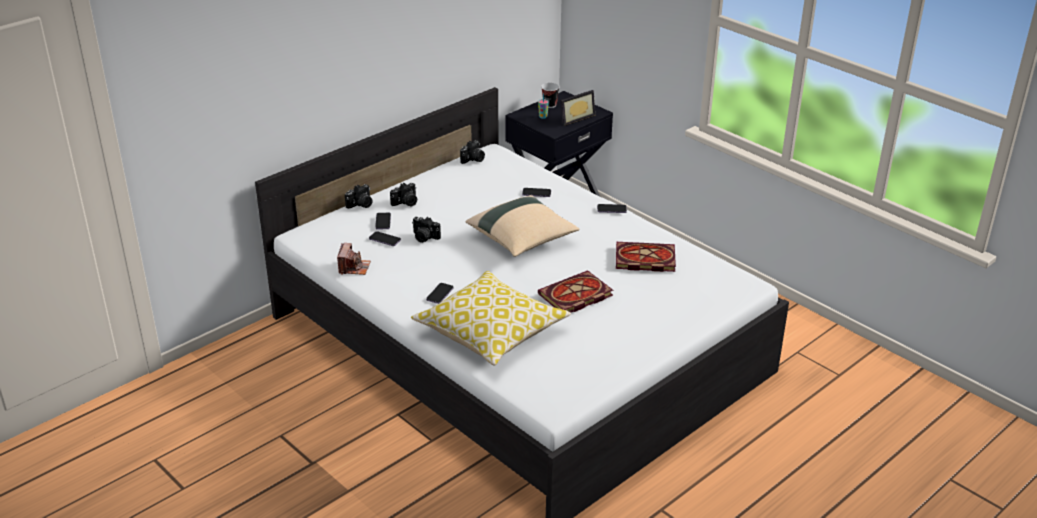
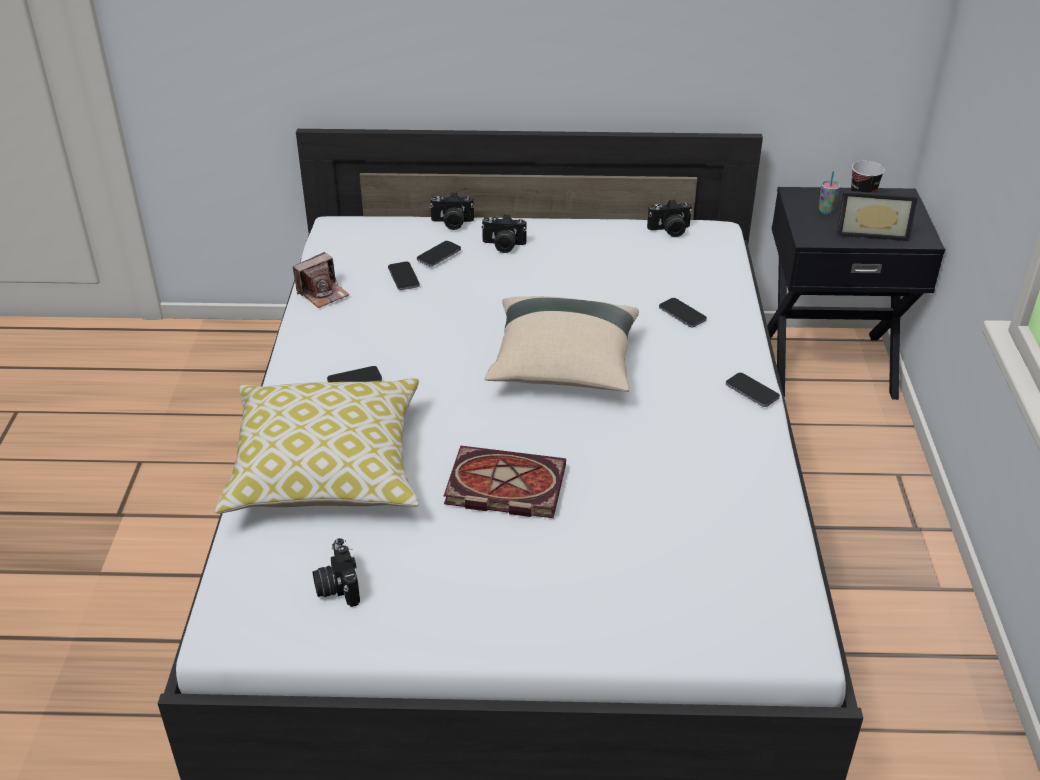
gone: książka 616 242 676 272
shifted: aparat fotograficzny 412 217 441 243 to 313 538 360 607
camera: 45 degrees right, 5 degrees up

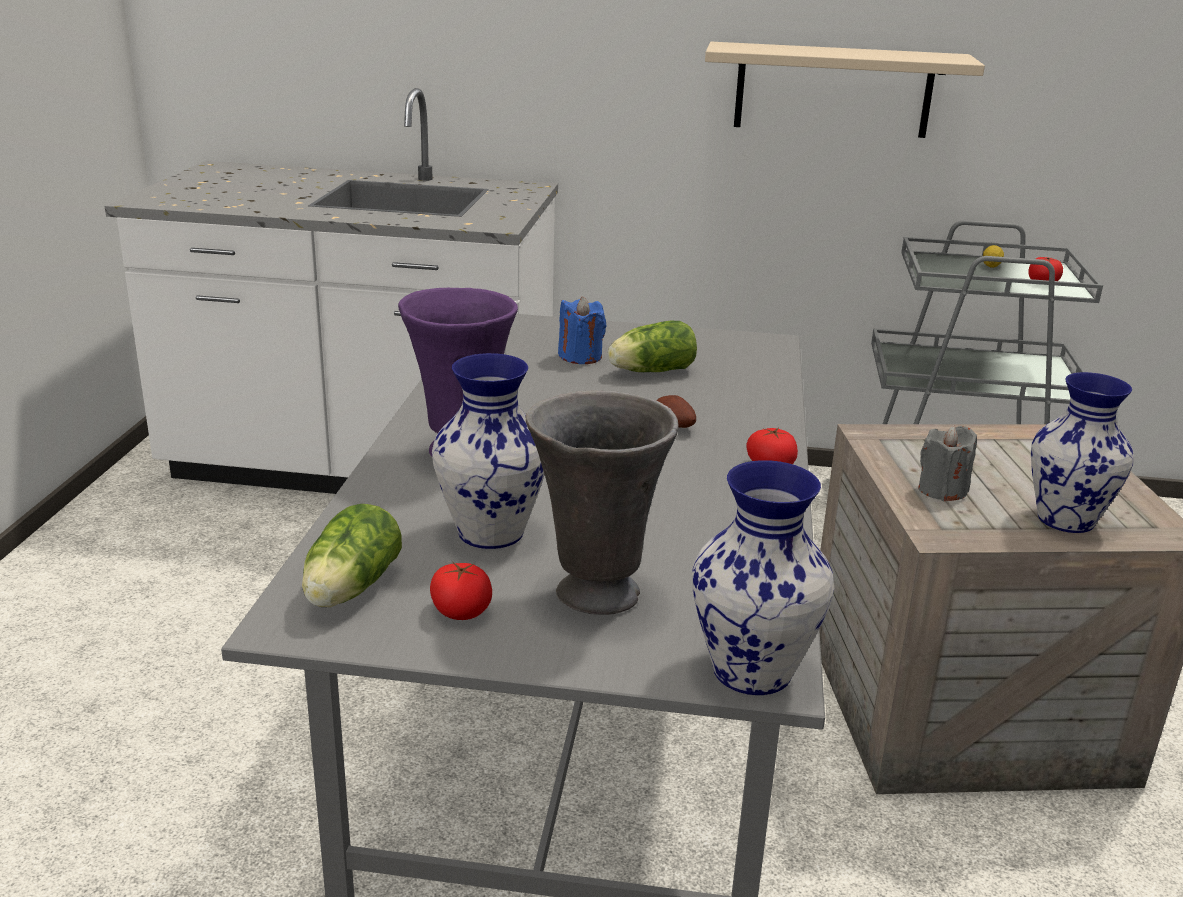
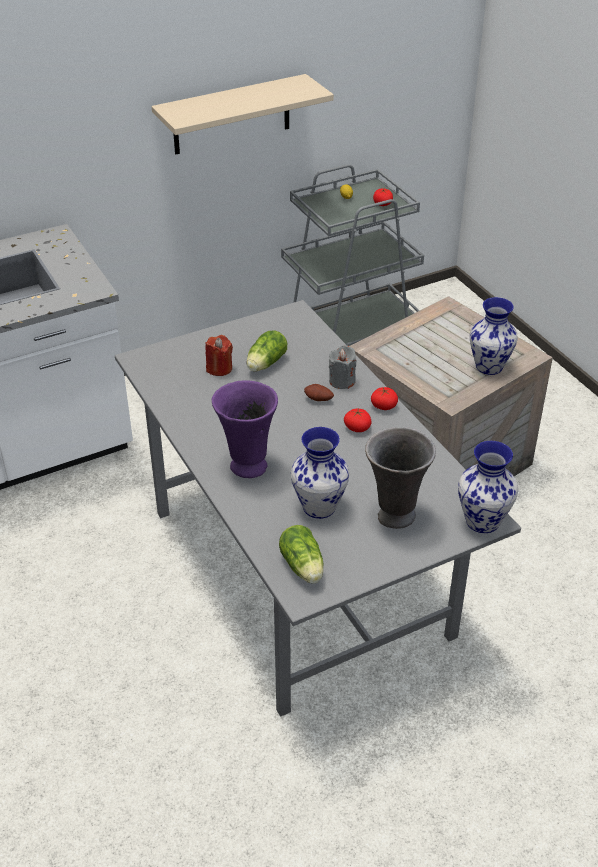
shifted: pomidor 430 562 492 620 to 344 408 371 432; świeca/szary 919 425 977 501 to 329 345 356 389
repainted: świeca/niebieski 558 297 606 364 to świeca/czerwony 206 335 233 376
camera: 35 degrees left, 15 degrees up

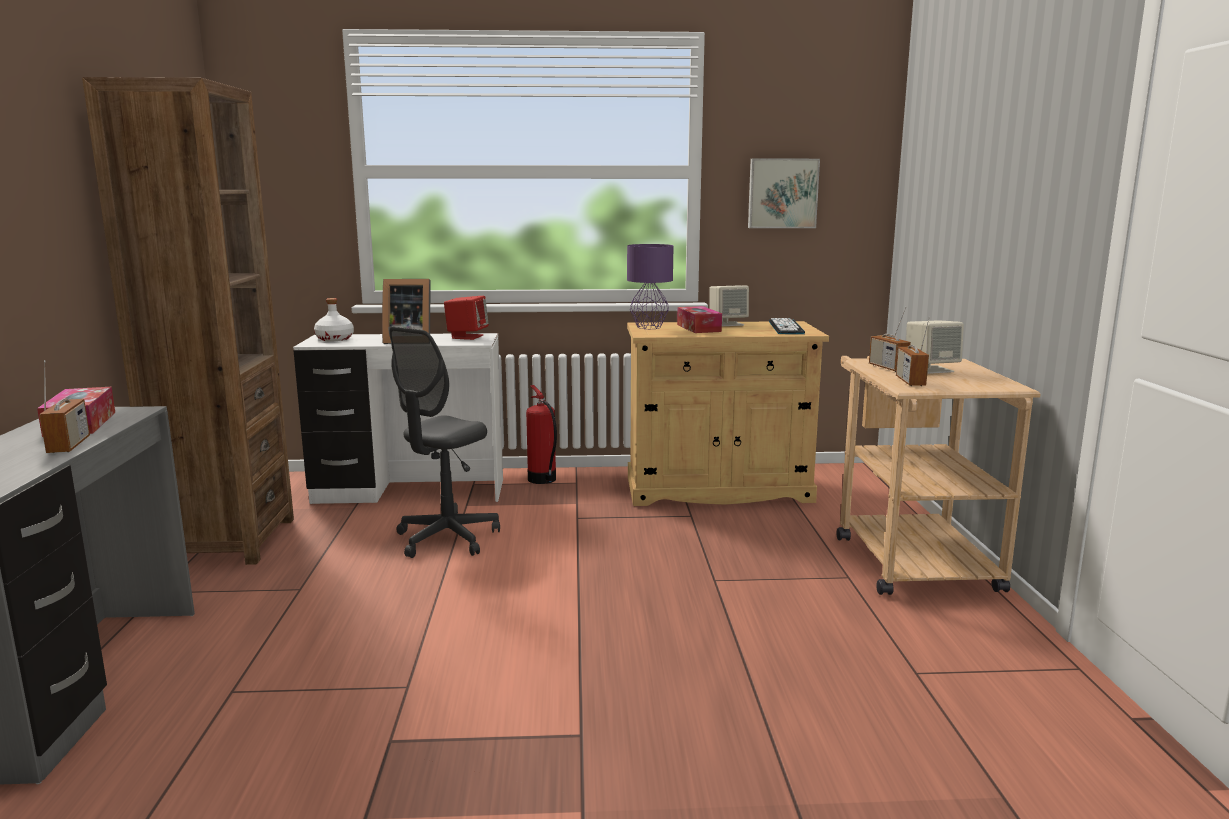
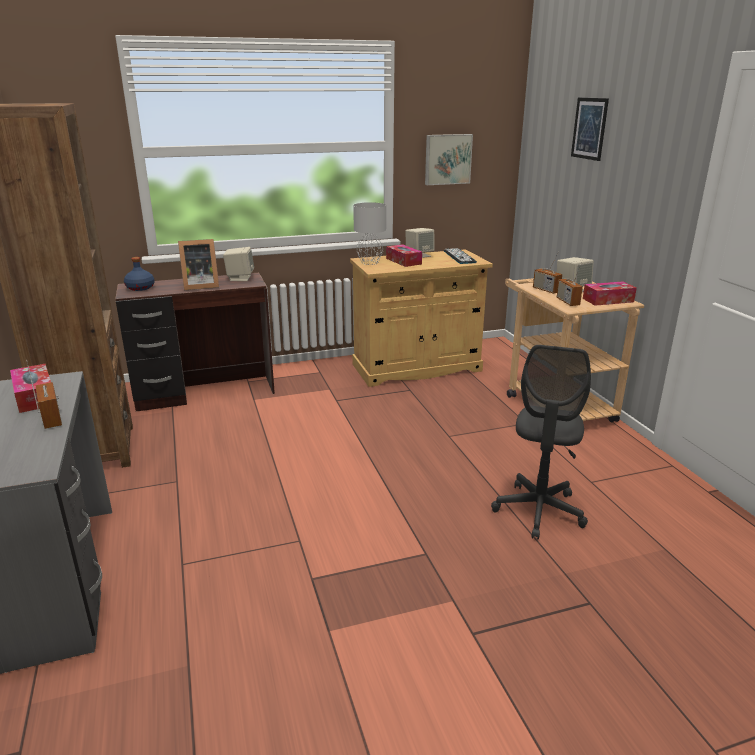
gone: gaśnica 526 385 557 484
new: obraz 571 98 609 161; pudełko chusteczek 583 281 637 306
shifted: krzesło biurowe/szary 388 326 500 558 to 491 345 591 539
repainted: biurko/biały 293 333 503 504 to biurko/brązowy 115 273 275 412; butelka/biały 314 298 354 341 to butelka/niebieski 124 257 155 291; głośnik/czerwony 444 296 489 340 to głośnik/beżowy 223 247 254 281; lampa stołowa/fioletowy 627 244 673 329 to lampa stołowa/szary 353 202 386 265
camera: 15 degrees left, 10 degrees up

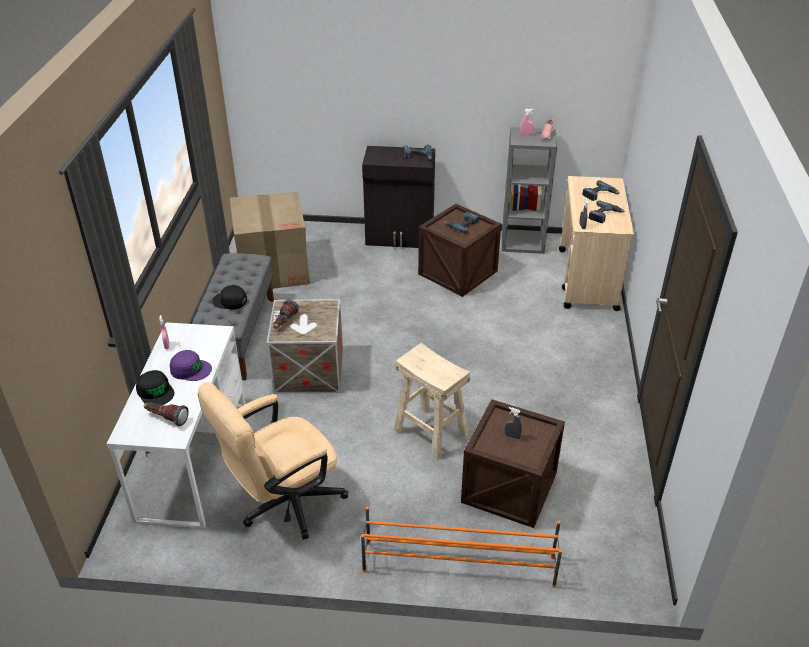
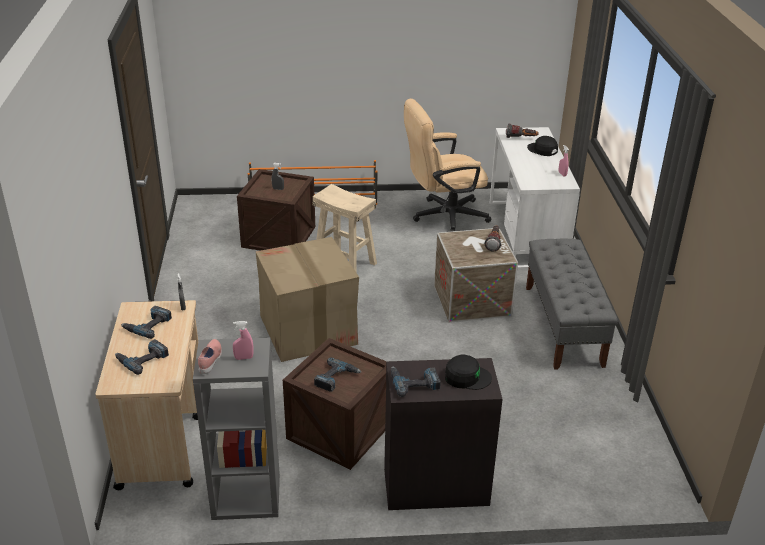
gone: czapka z daszkiem/fioletowy 170 350 212 381
shifted: czapka z daszkiem/czarny 212 285 247 310 to 445 355 492 390; karton 230 192 310 289 to 256 237 359 362
rotated: krzesło biurowe/beżowy 198 382 348 540 = 404 99 491 232 150 degrees counterclockwise
camera: 170 degrees right, 5 degrees down

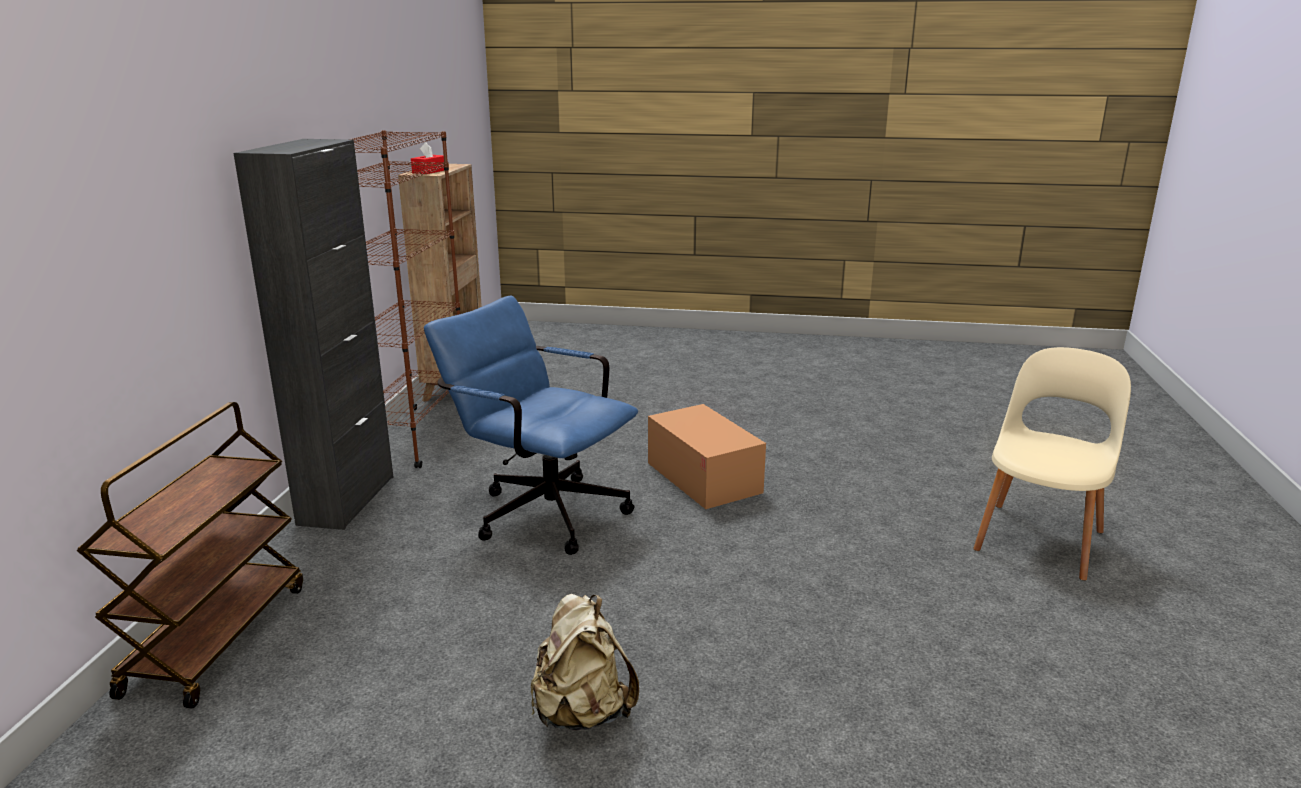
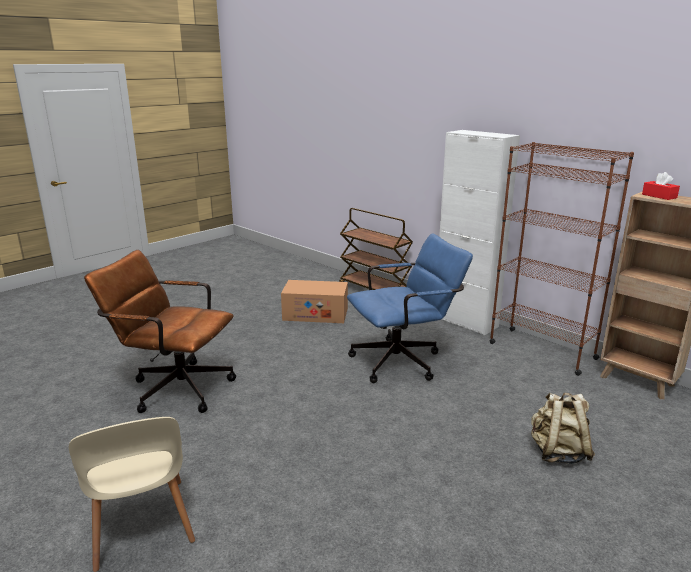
new: krzesło biurowe/brązowy 84 250 237 413
shifted: plecak/beżowy 531 594 639 731 to 531 392 595 464; karton 648 404 766 509 to 281 280 348 323
repainted: szafka/czarny 233 139 393 530 to szafka/biały 439 130 520 336
camera: 125 degrees right, 0 degrees up

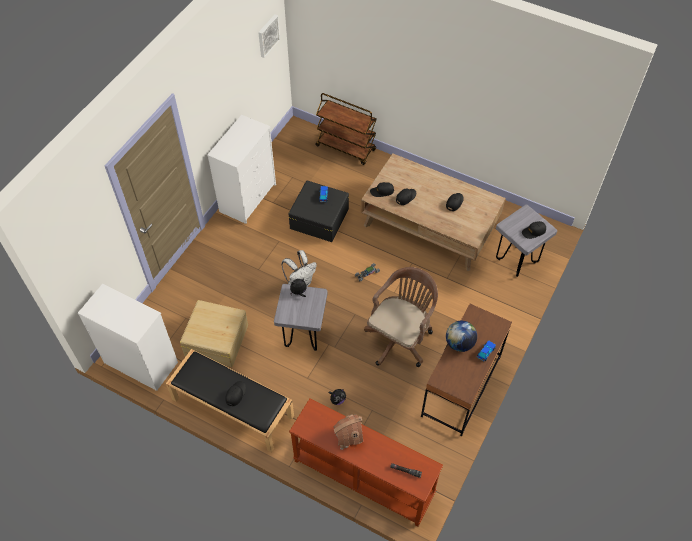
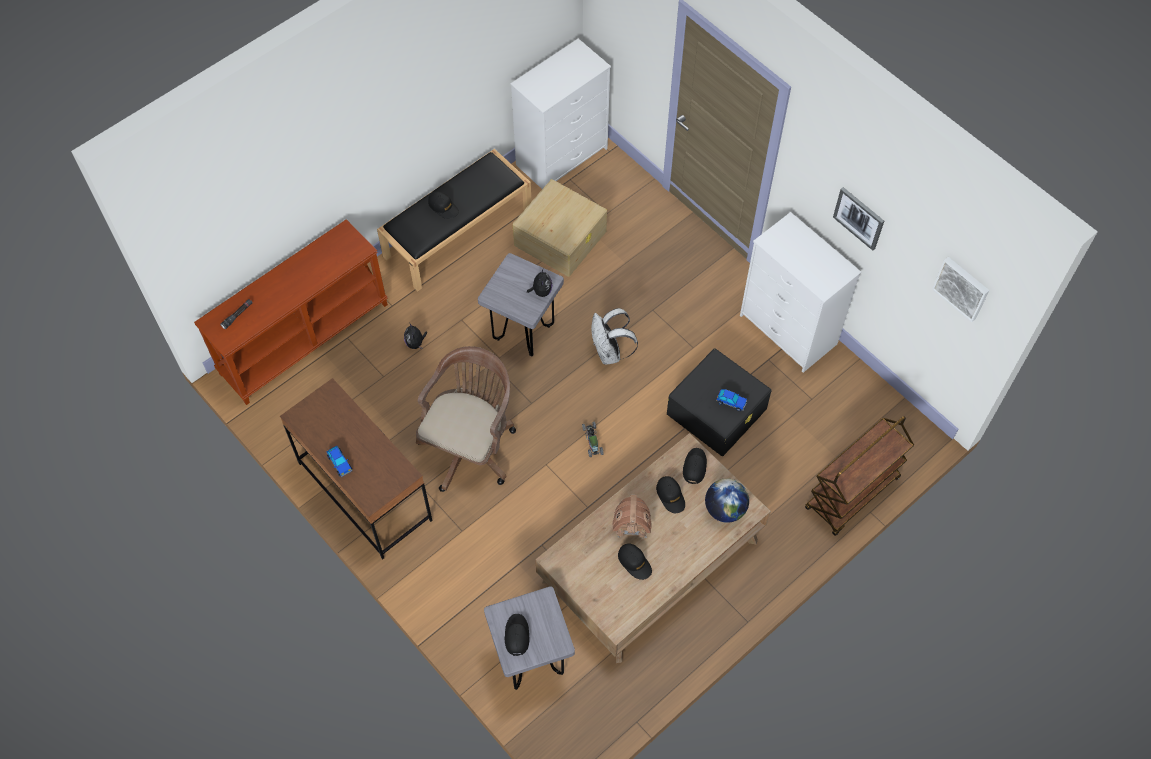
new: obraz 833 187 884 250
shifted: domek 333 414 363 450 to 612 495 652 539; globus 446 321 477 352 to 705 478 749 523
rotated: krzesło biurowe/brązowy 364 267 438 367 = 416 346 516 492 120 degrees counterclockwise
camera: 110 degrees right, 5 degrees up

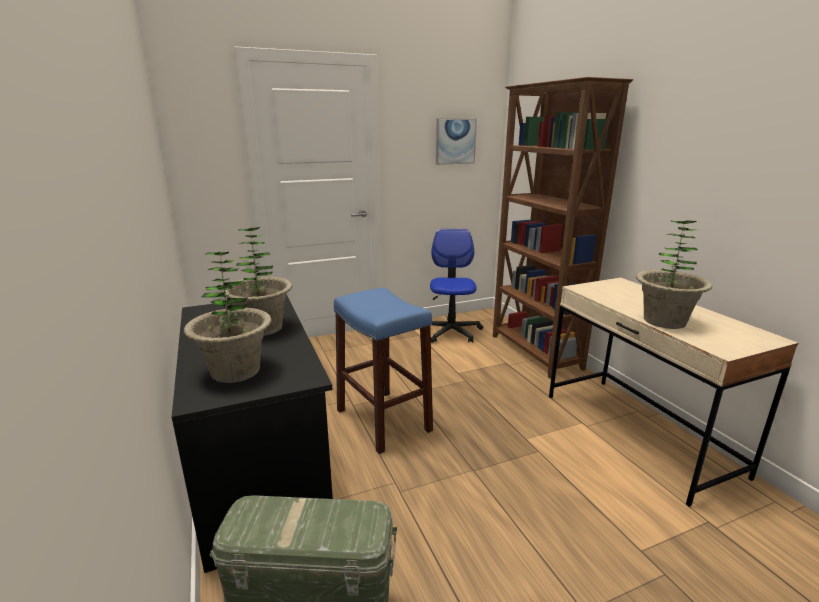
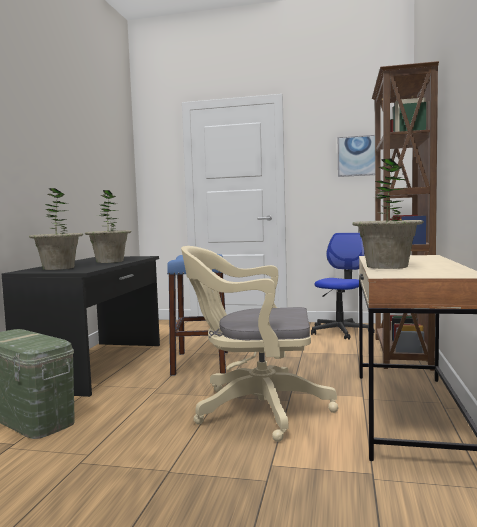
new: krzesło biurowe/beżowy 181 246 338 442
camera: 35 degrees right, 15 degrees down

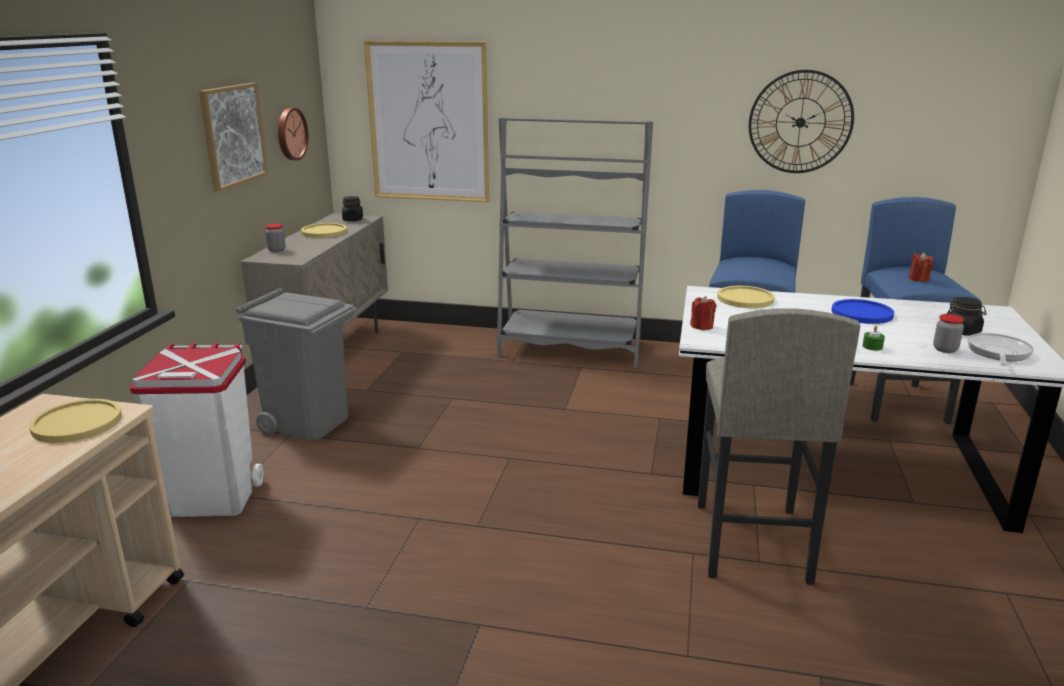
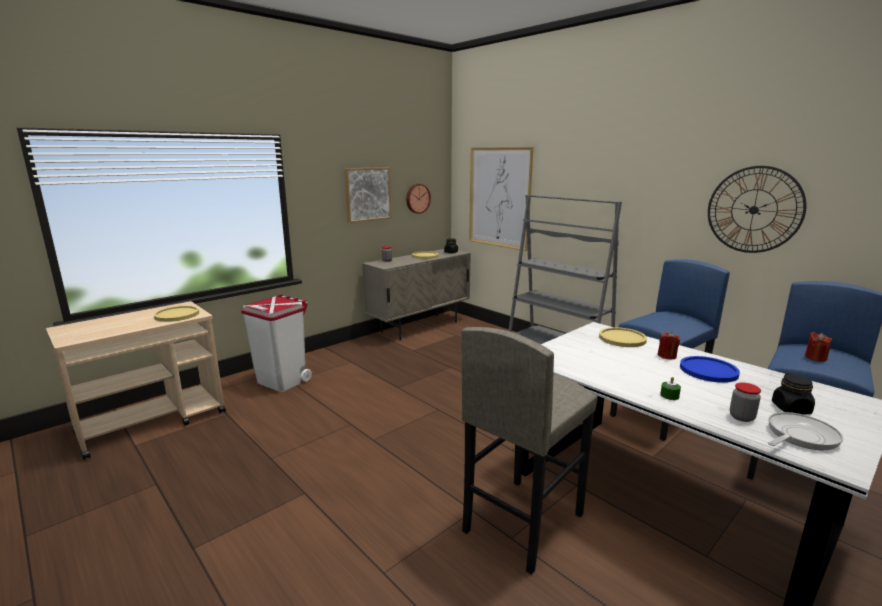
gone: kosz na śmieci/szary 236 288 356 440
shifted: świeca/czerwony 690 296 716 330 to 658 332 680 359
camera: 35 degrees right, 5 degrees down

